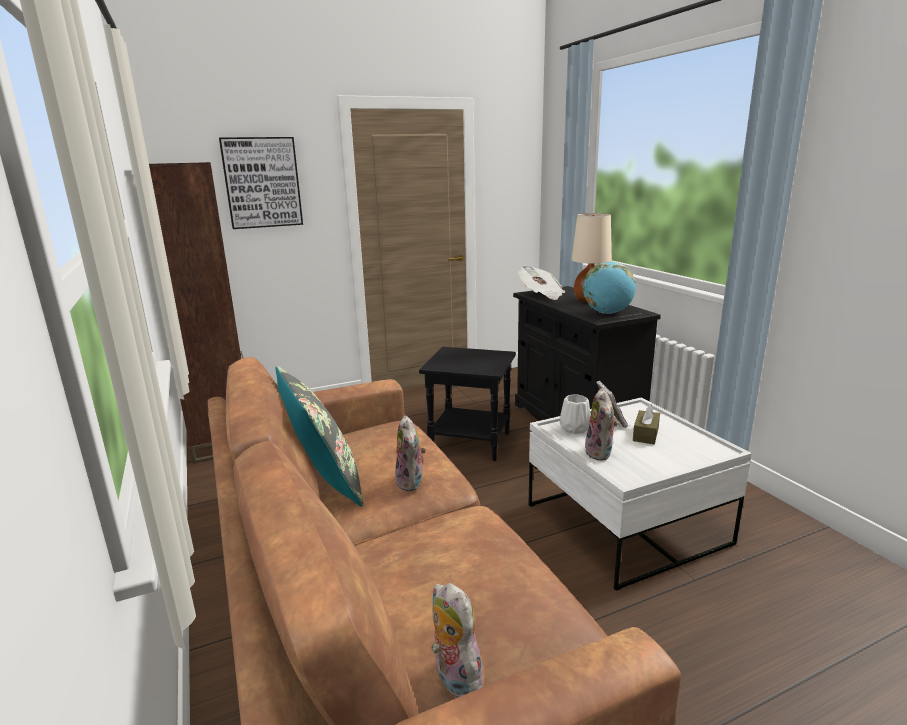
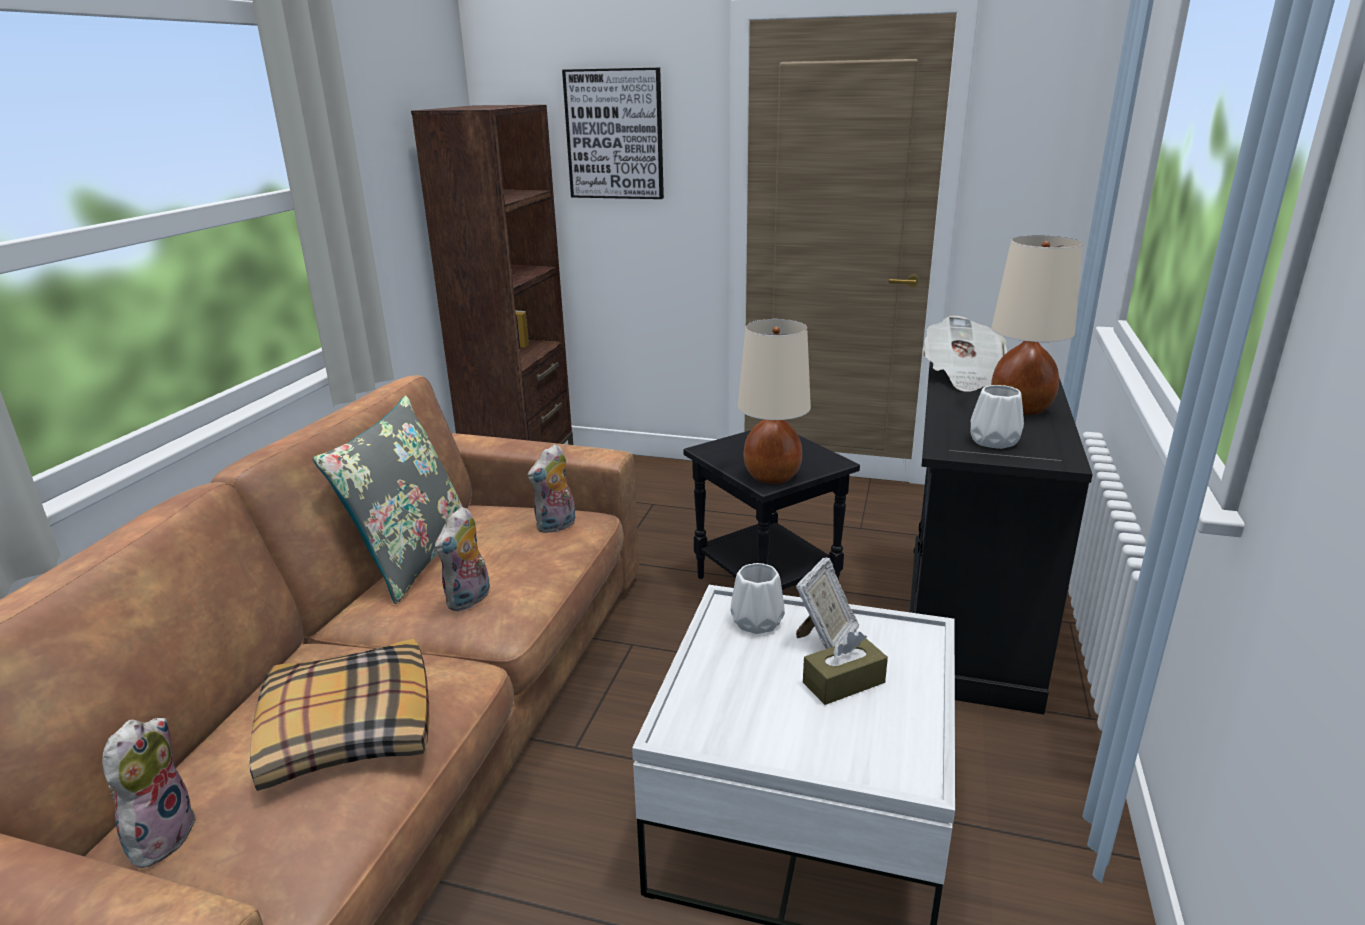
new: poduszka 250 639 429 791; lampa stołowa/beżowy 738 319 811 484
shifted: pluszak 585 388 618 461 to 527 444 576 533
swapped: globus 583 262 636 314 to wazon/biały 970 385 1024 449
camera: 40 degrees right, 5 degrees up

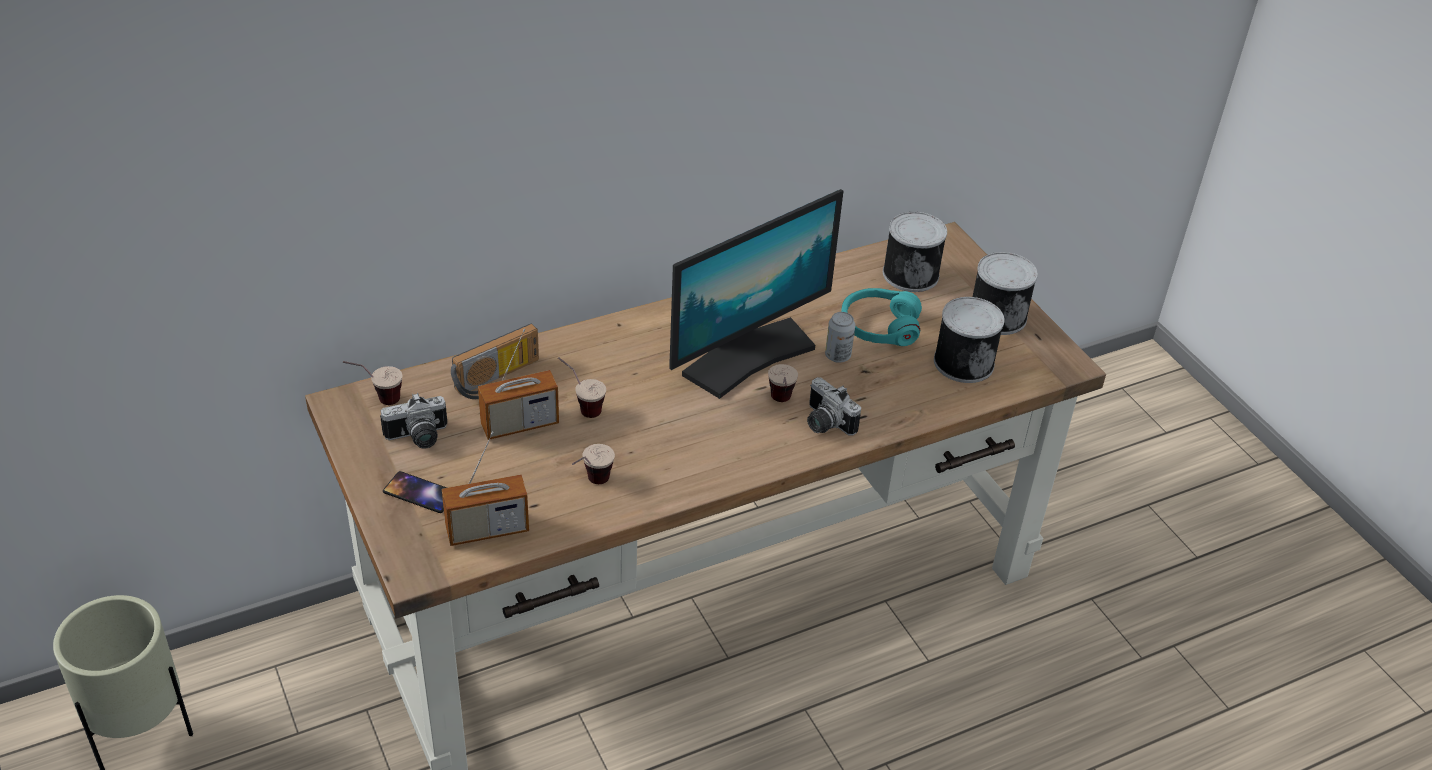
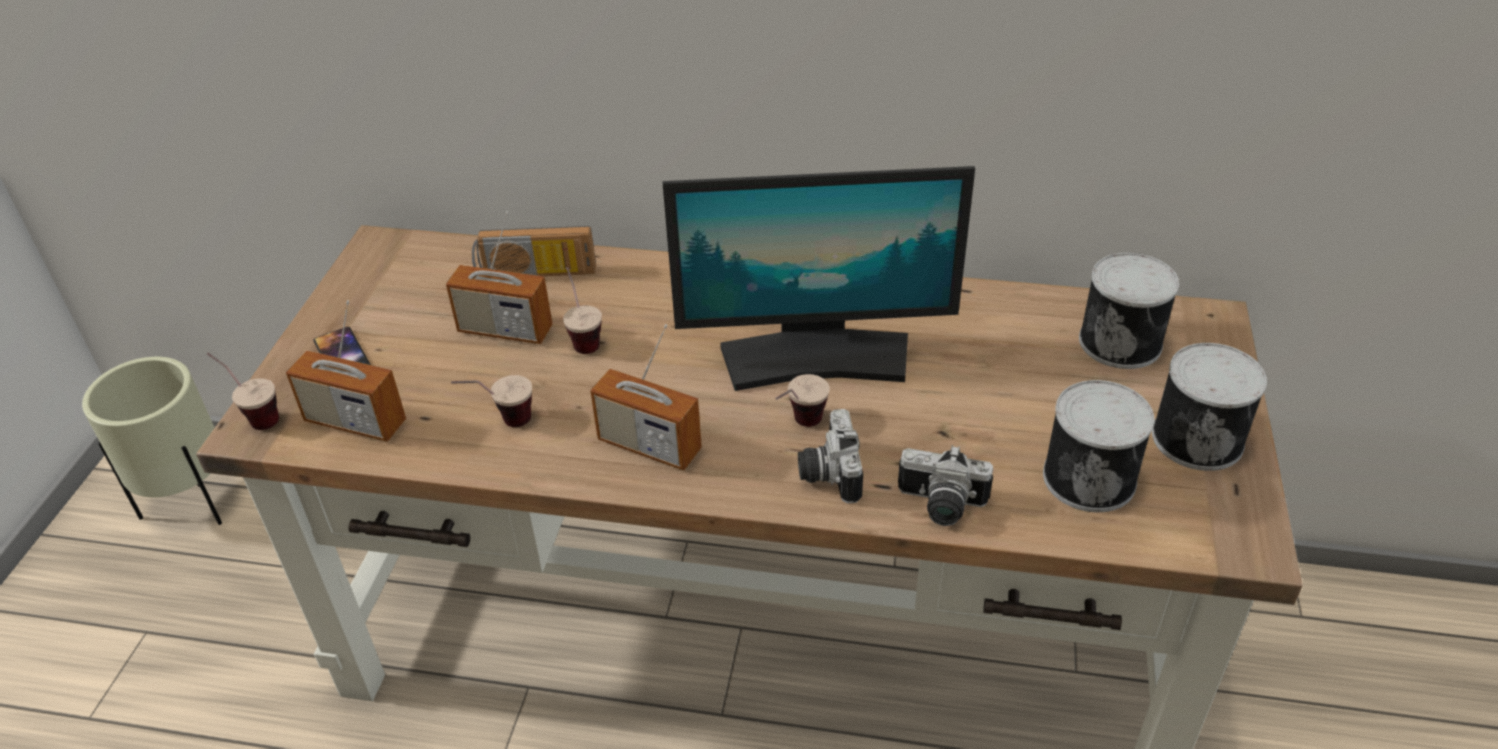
gone: puszka 825 312 855 363; słuchawki/turkusowy 841 288 922 346
new: radio 590 324 702 470
shifted: filiżanka 343 361 402 405 to 207 353 279 430; aparat fotograficzny 380 393 447 449 to 898 445 993 526
camera: 40 degrees right, 0 degrees up

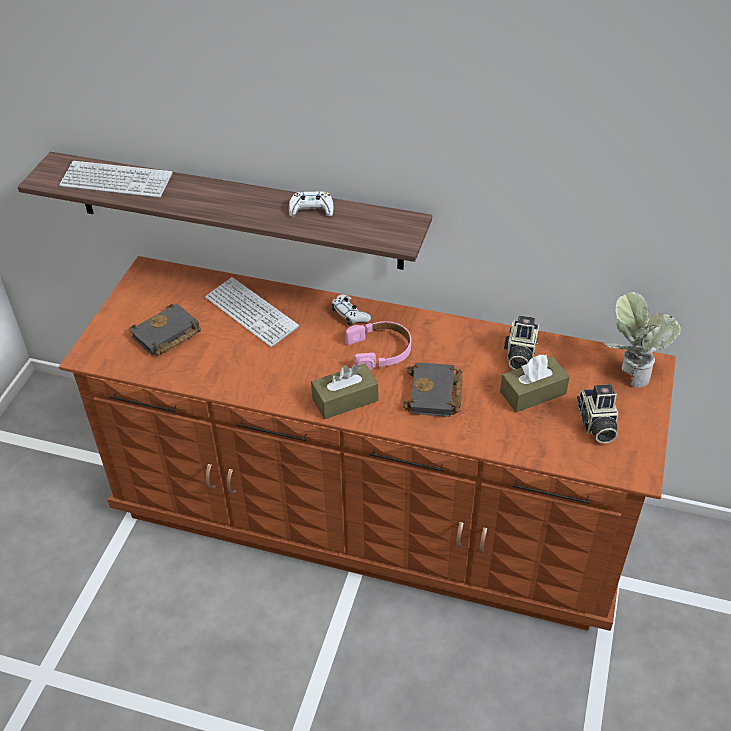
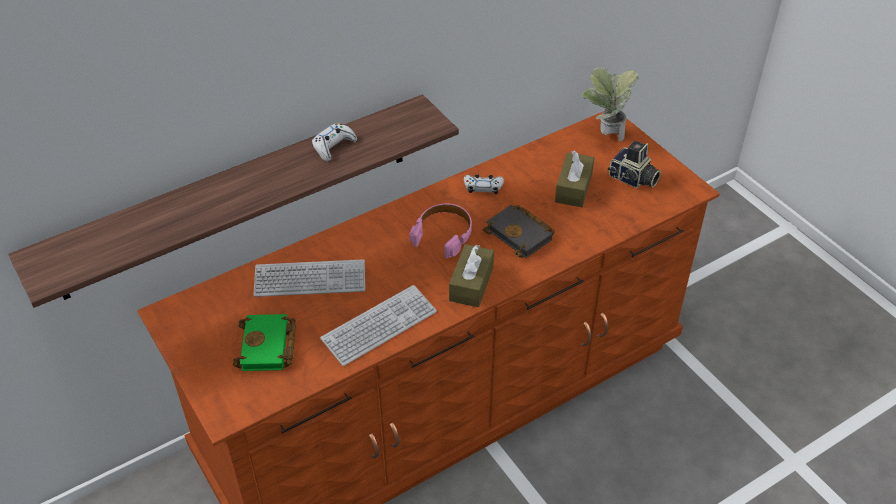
gone: aparat fotograficzny 504 315 540 370
shifted: klawiatura 59 161 173 198 to 320 285 437 366; pad do gier/biały 332 295 371 325 to 464 174 504 194
repainted: książka/czarny 129 304 201 356 to książka/zielony 233 314 296 371
camera: 50 degrees left, 0 degrees up

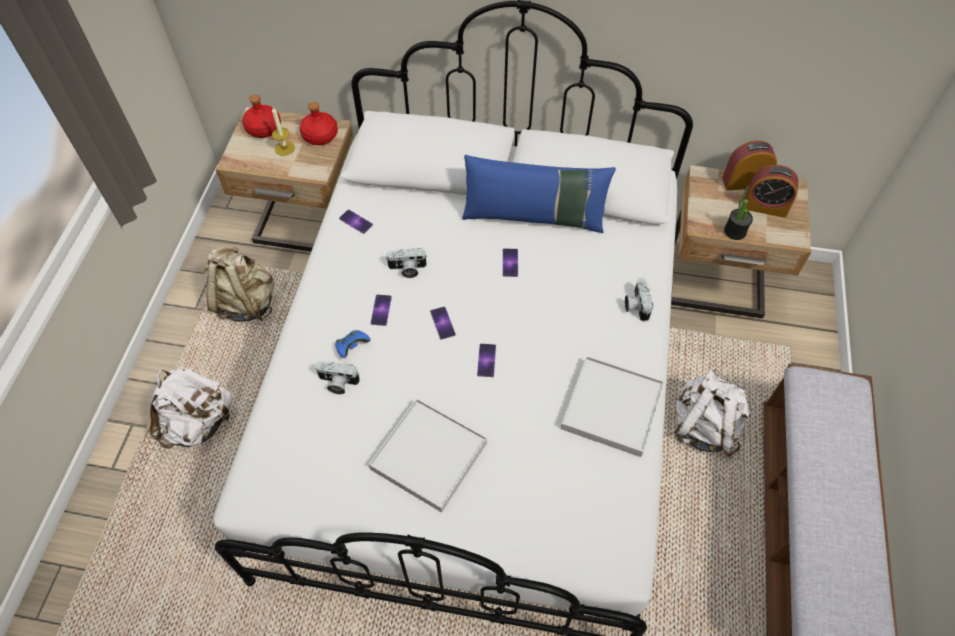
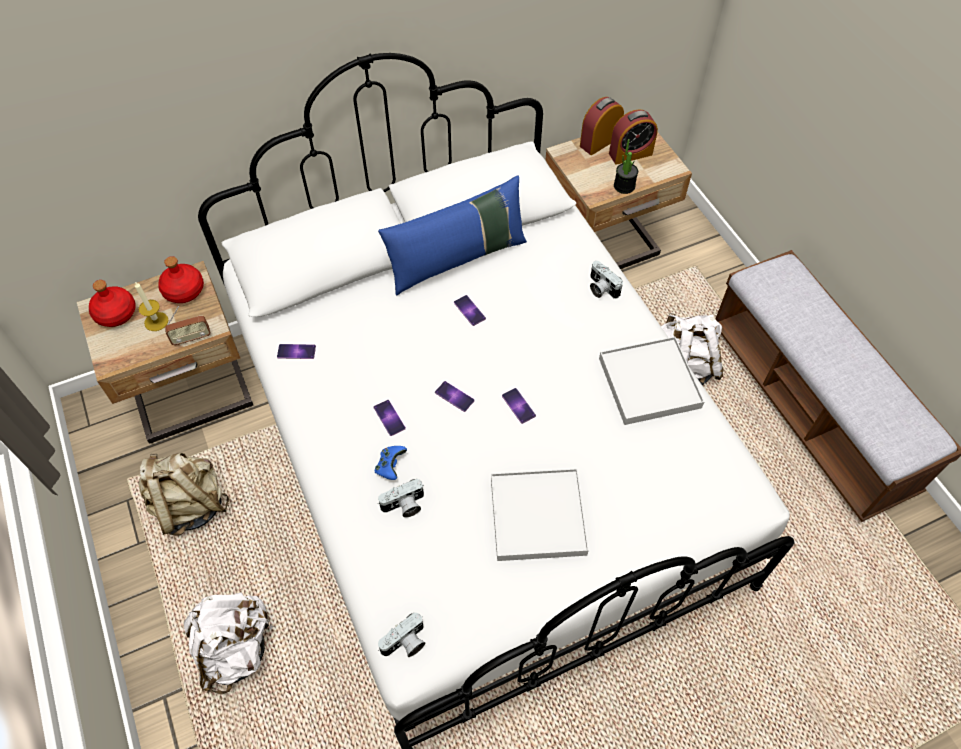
new: radio 165 306 211 346
shifted: aparat fotograficzny 385 248 427 278 to 378 612 425 657
camera: 35 degrees left, 0 degrees up

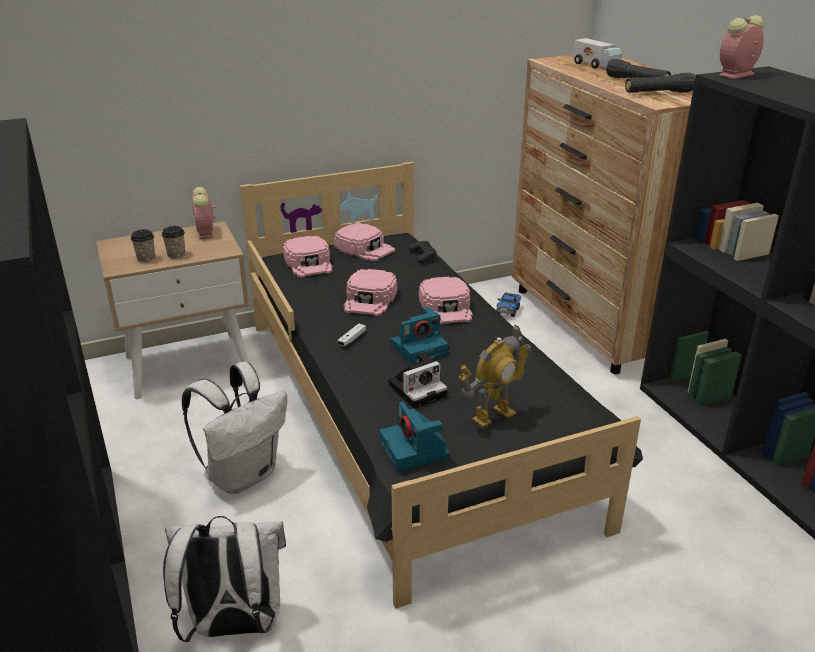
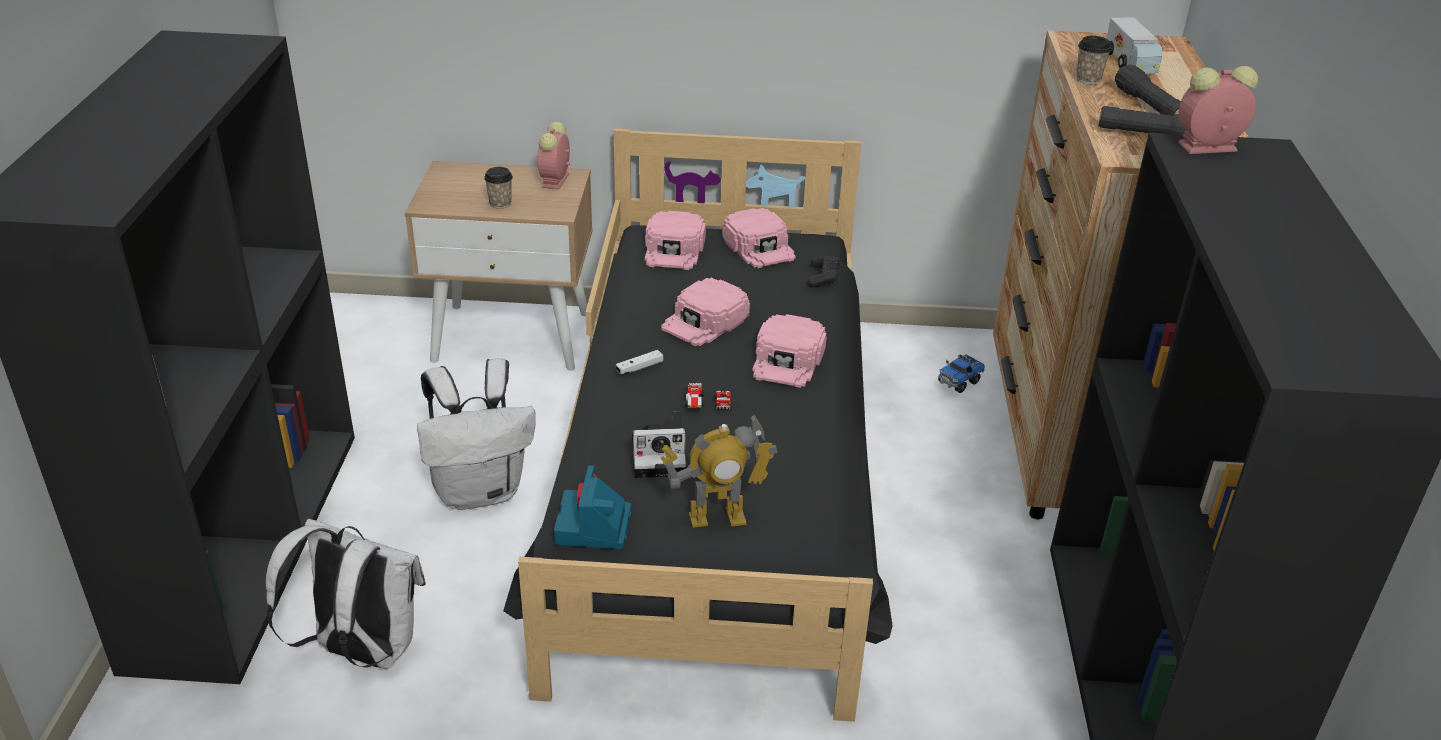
shifted: filiżanka 131 229 155 263 to 1076 36 1111 84
swapped: aparat fotograficzny 391 307 448 364 to samochodzik 685 383 731 410
camera: 25 degrees right, 5 degrees up

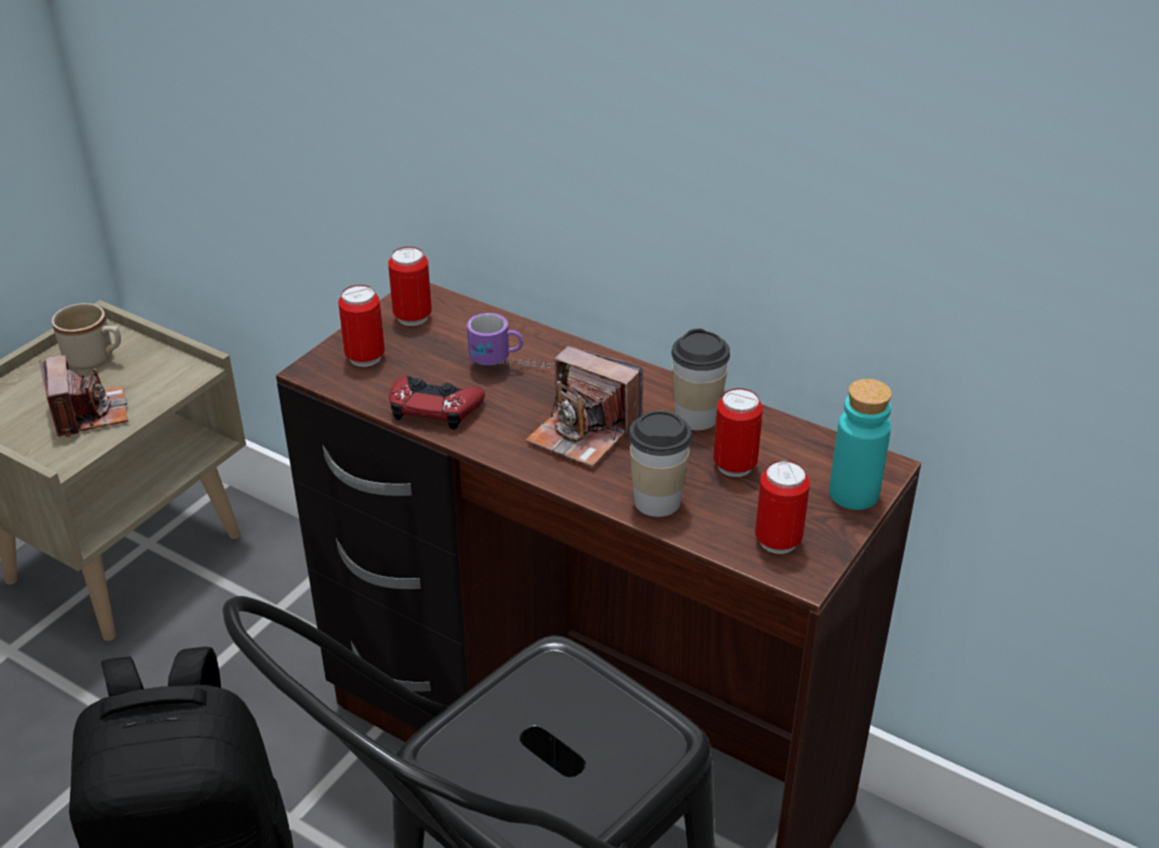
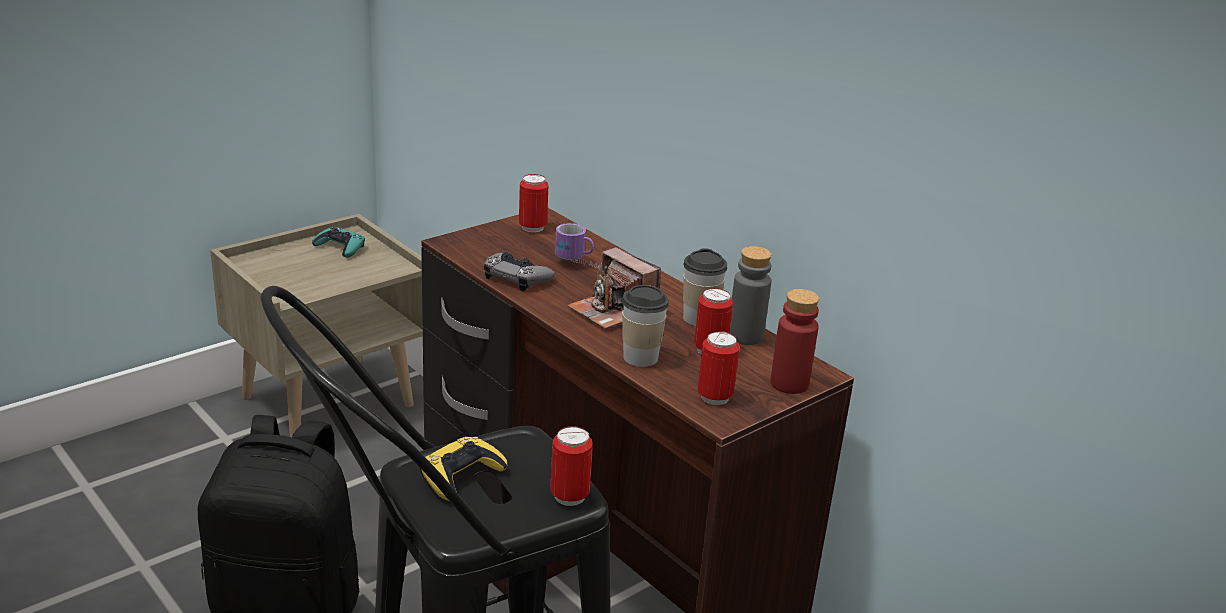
gone: aparat fotograficzny 39 355 128 437
new: pad do gier/żółty 420 437 507 501; butelka/szary 729 246 772 345
shifted: puszka 338 285 385 367 to 550 426 593 506
swapped: kubek/beżowy 51 303 121 369 to pad do gier/turkusowy 312 227 365 258
repainted: pad do gier/czerwony 389 376 485 430 to pad do gier/szary 484 252 555 291; butelka/turkusowy 829 379 892 510 to butelka/czerwony 770 289 819 394
camera: 15 degrees right, 10 degrees down

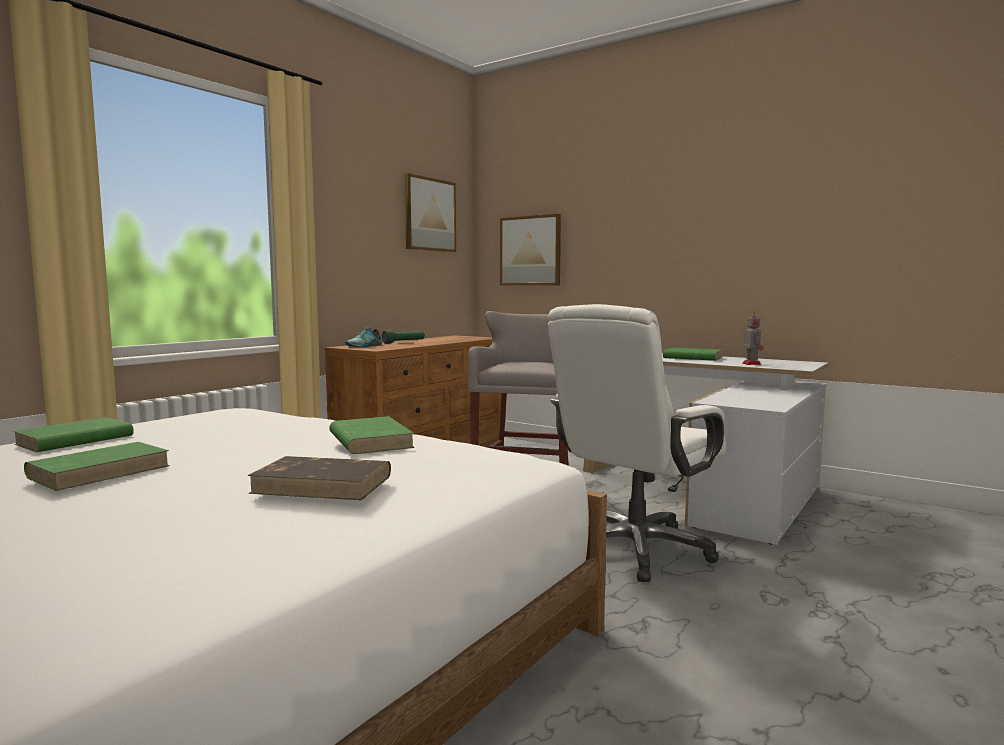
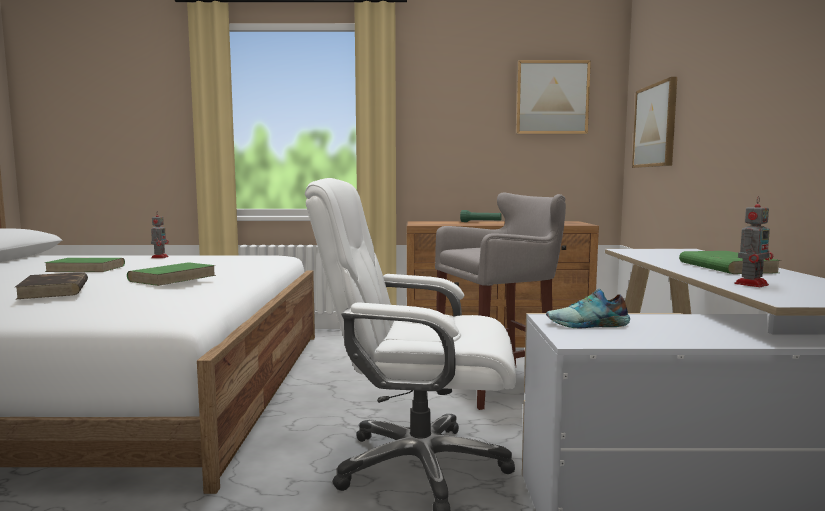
shifted: but 345 326 382 347 to 546 288 630 329
swapped: książka/zielony 13 417 134 452 to robot zabawkowy 151 211 169 258
camera: 55 degrees right, 0 degrees up

